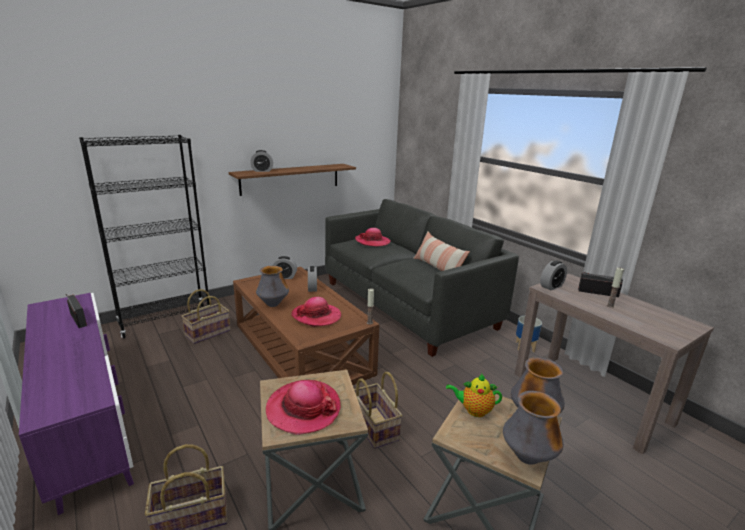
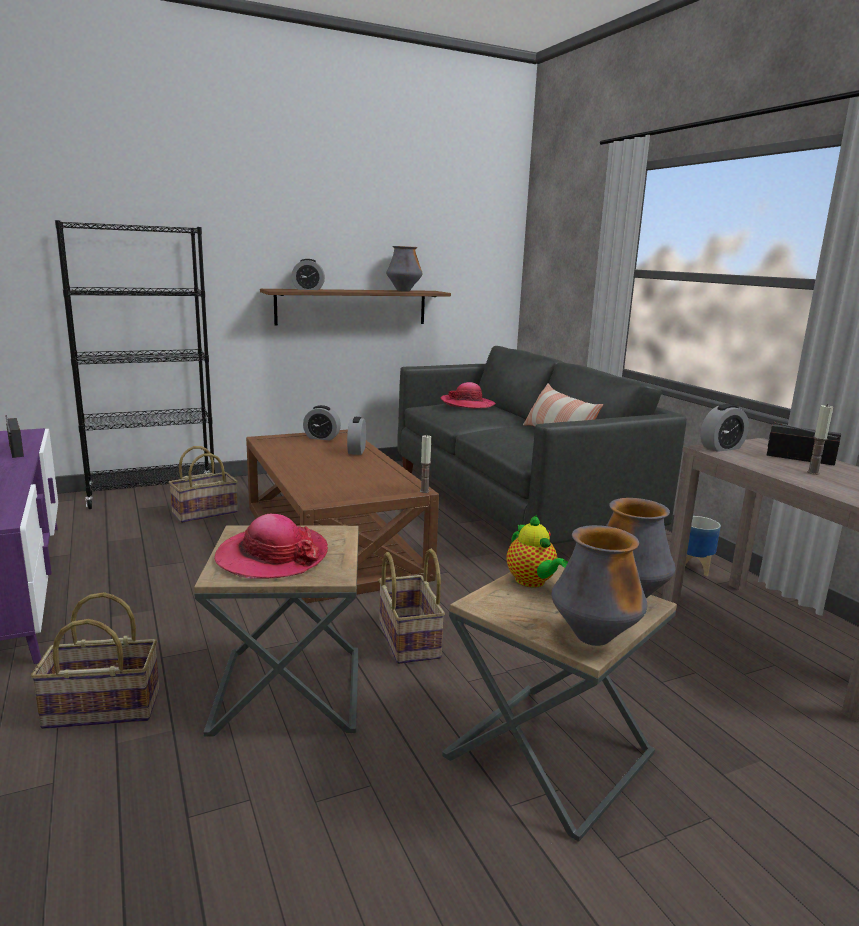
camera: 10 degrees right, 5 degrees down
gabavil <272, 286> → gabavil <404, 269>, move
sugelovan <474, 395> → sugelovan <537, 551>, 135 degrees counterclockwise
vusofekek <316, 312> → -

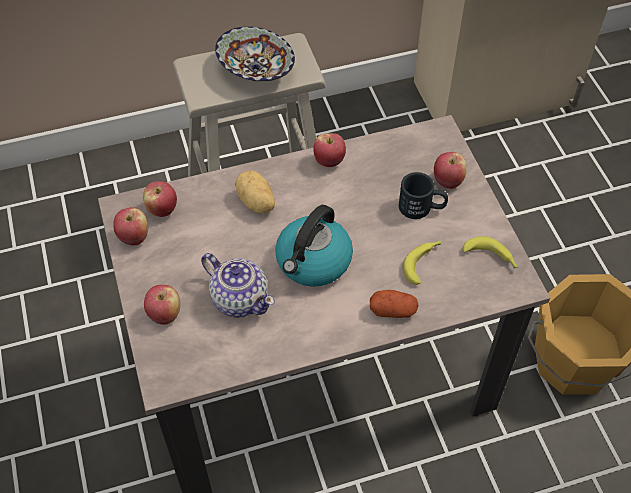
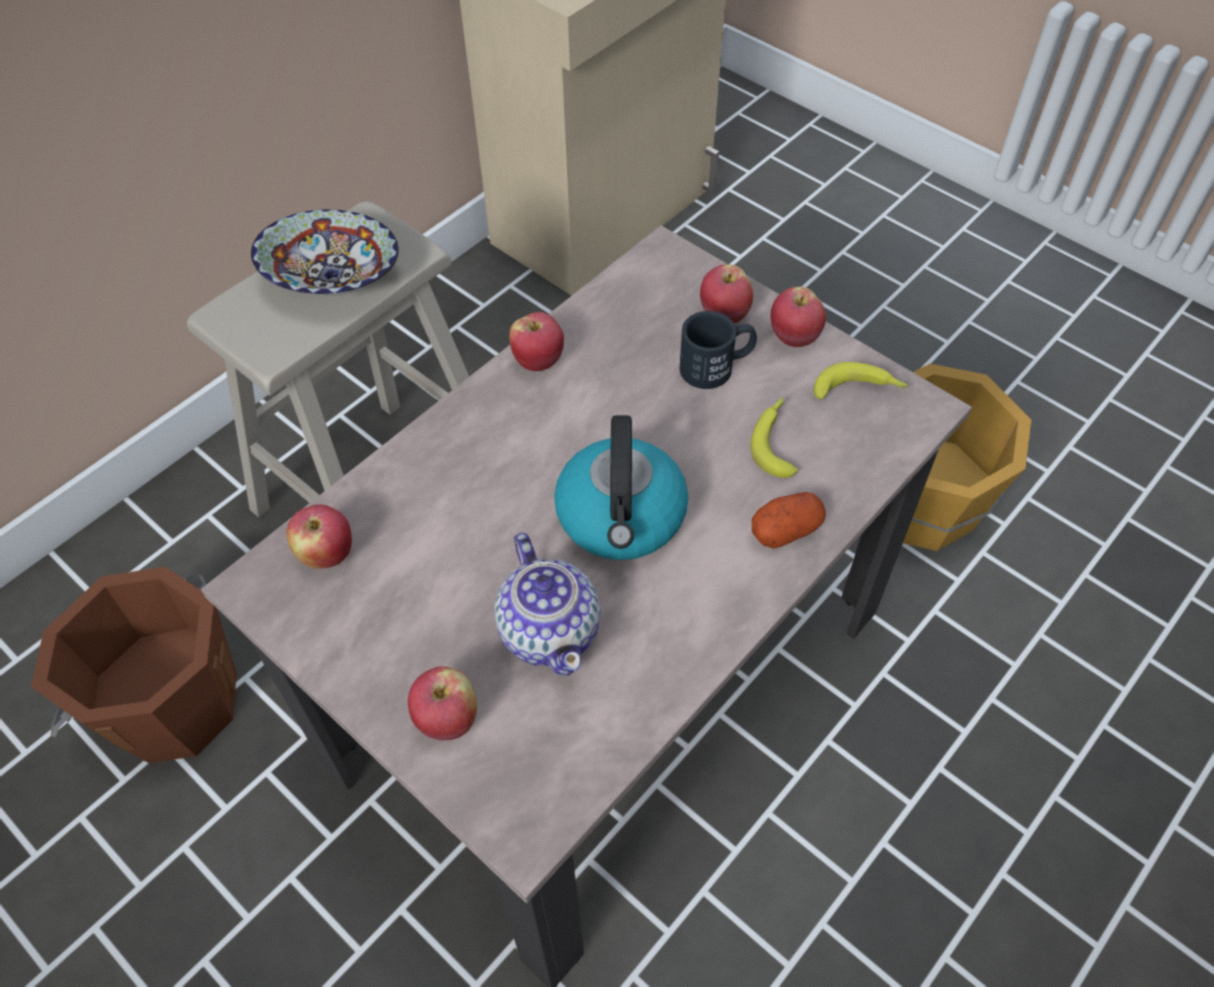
camera: 30 degrees left, 0 degrees up
- → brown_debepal <134, 665>
sugelovan <238, 285> → sugelovan <547, 604>, 60 degrees clockwise
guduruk <130, 226> → guduruk <798, 317>, move
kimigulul <255, 192> → -

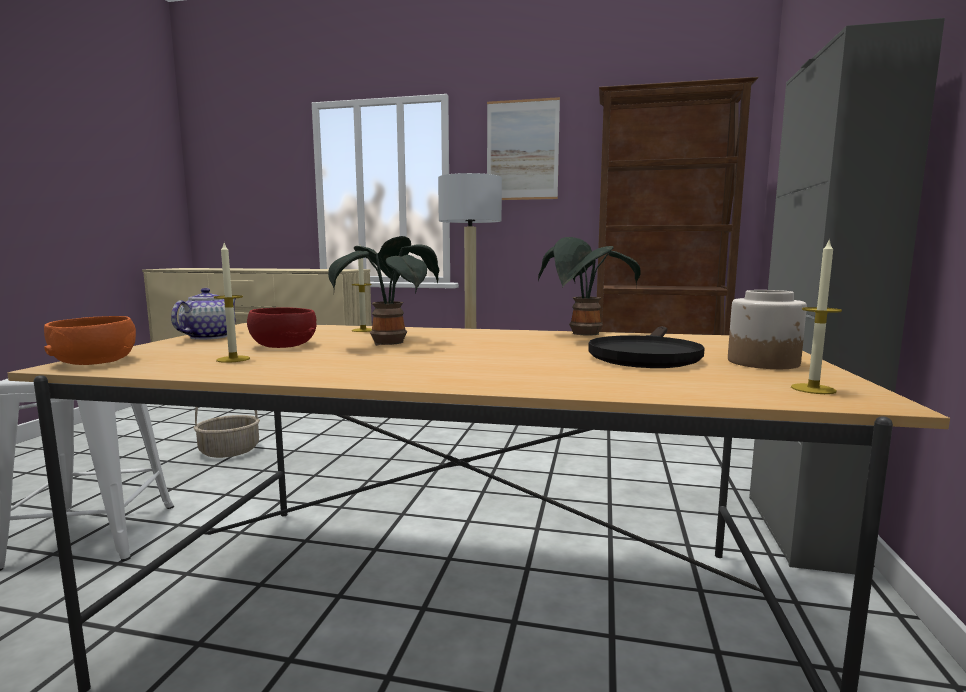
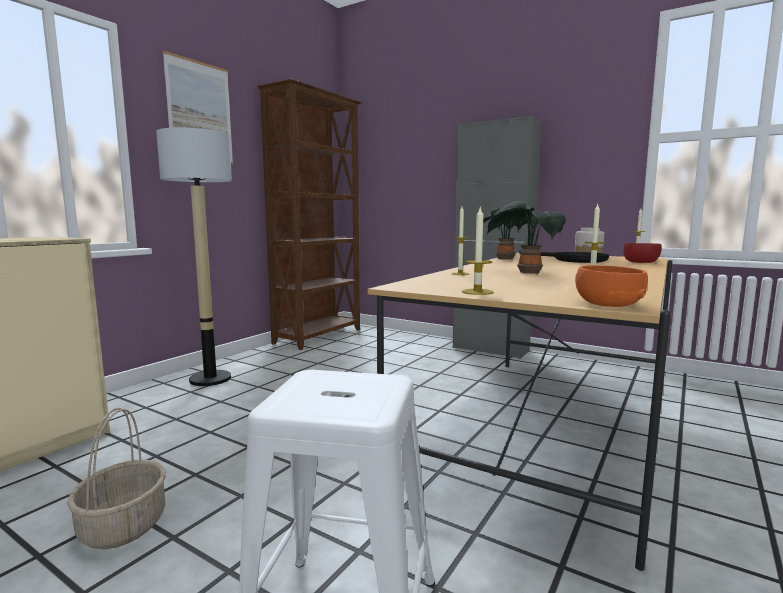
camera: 70 degrees left, 0 degrees up
sugelovan <203, 314> → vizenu <478, 251>
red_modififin <282, 327> → red_modififin <642, 253>, move

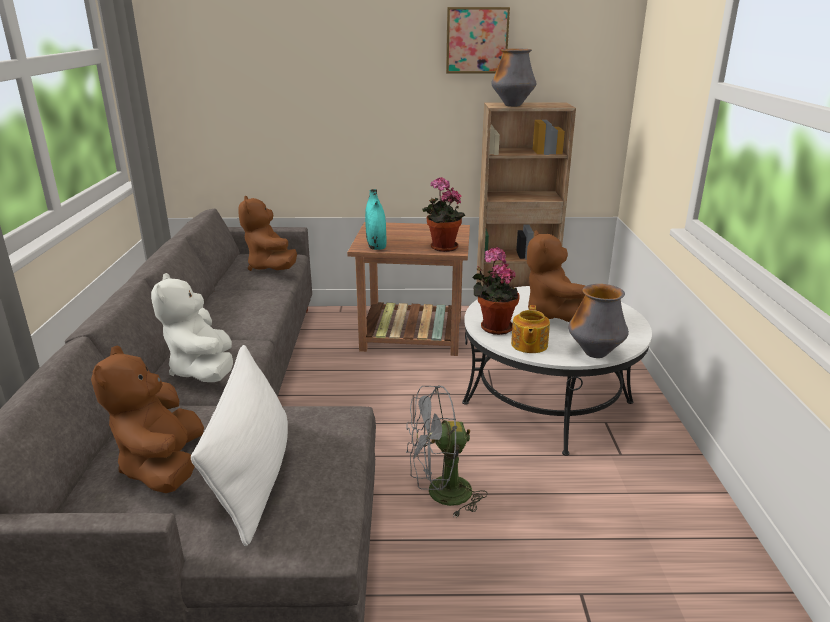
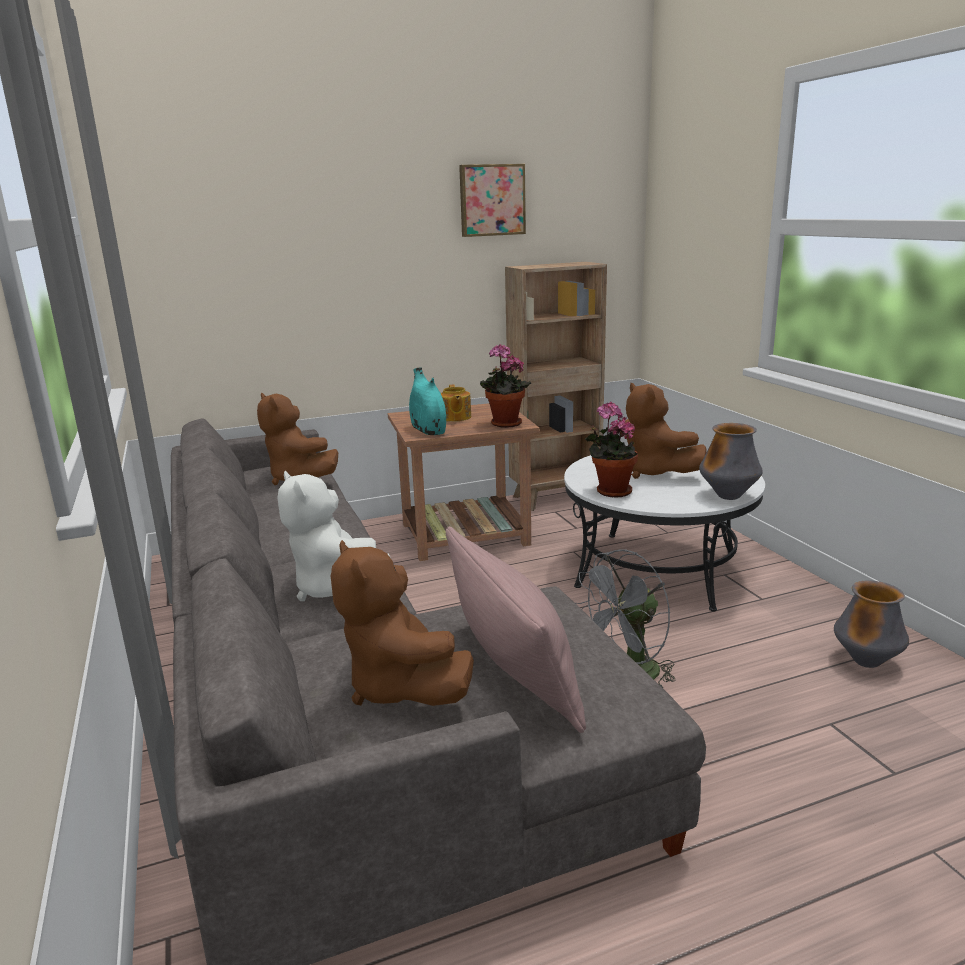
camera: 20 degrees left, 5 degrees down
sugelovan <530, 329> → sugelovan <456, 403>, move
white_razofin <239, 445> → pink_razofin <516, 630>
gabavil <514, 78> → gabavil <871, 624>, move

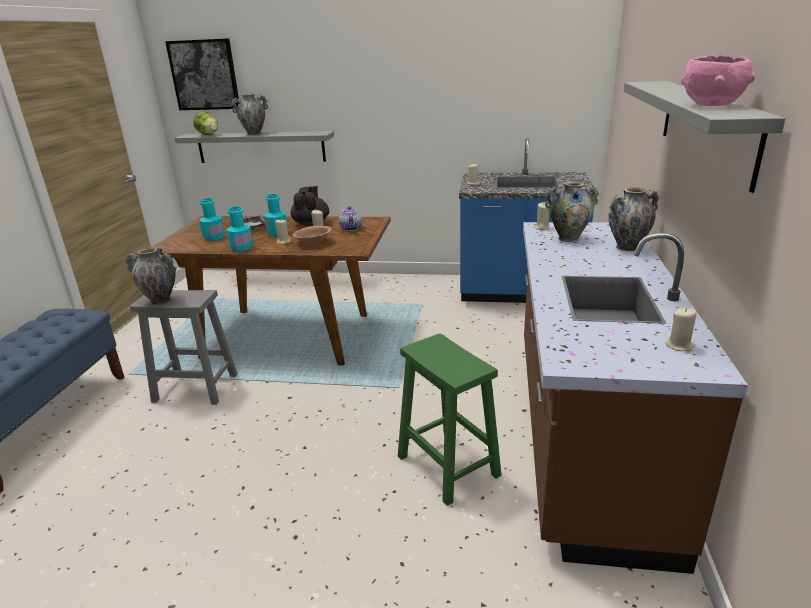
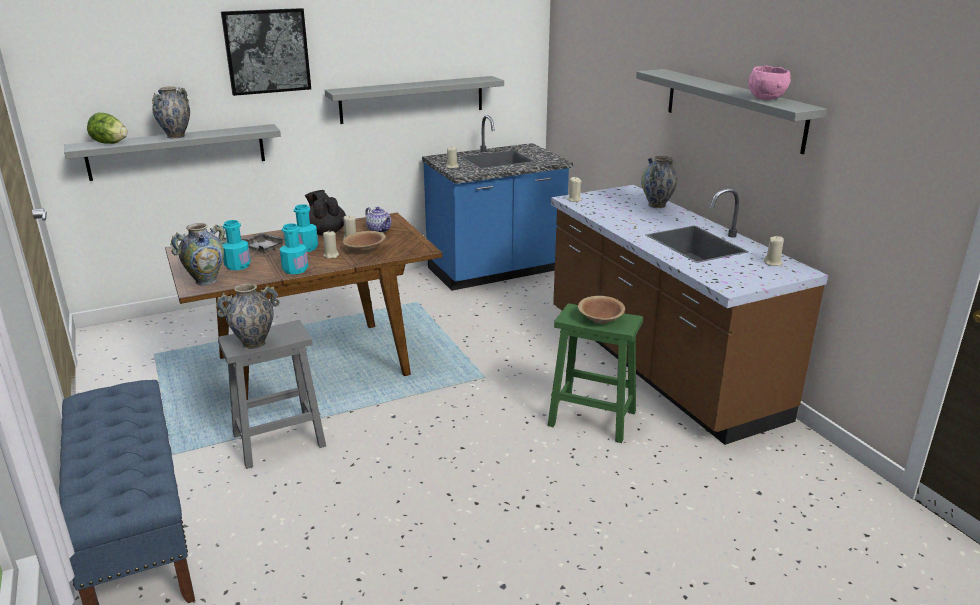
camera: 35 degrees left, 0 degrees up
gabavil <572, 211> → gabavil <198, 254>, move
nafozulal <202, 74> → nafozulal <266, 52>, move
- → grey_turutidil <414, 100>
- → brown_modififin <601, 310>

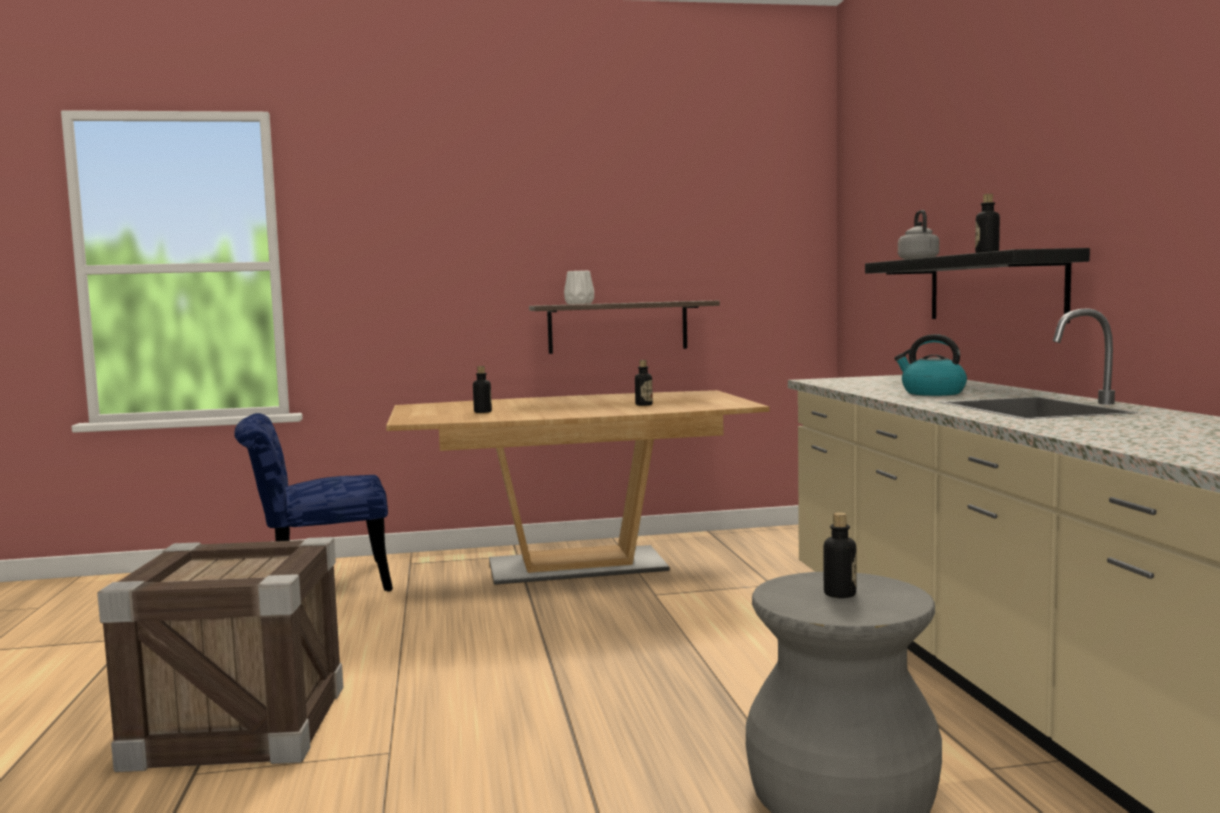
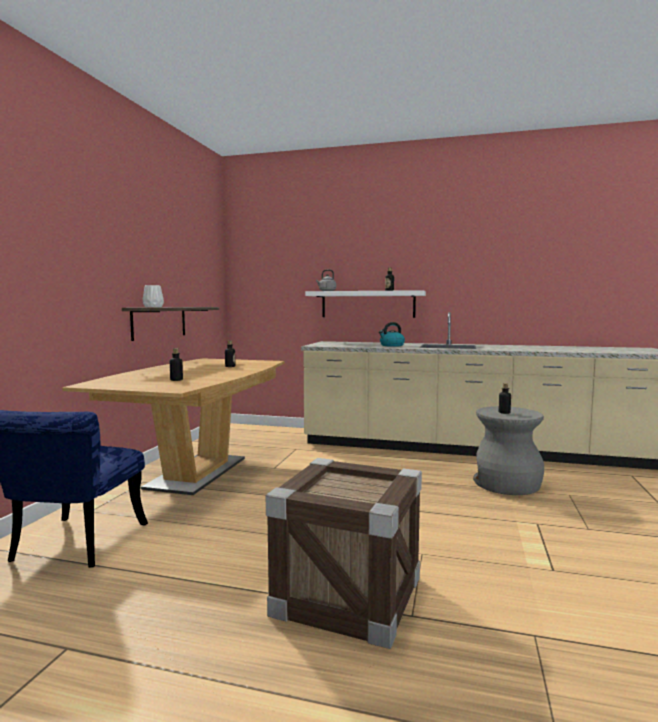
camera: 65 degrees left, 0 degrees up
black_turutidil <977, 285> → white_turutidil <365, 304>

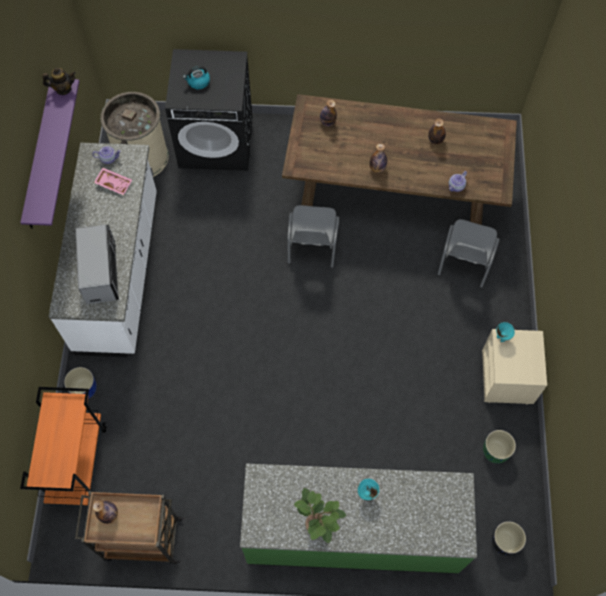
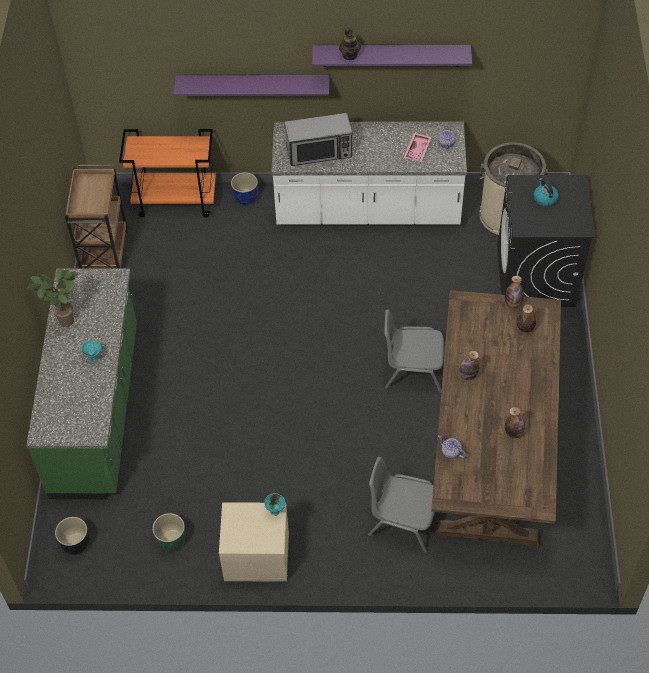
camera: 90 degrees right, 10 degrees down
- → purple_turutidil <251, 85>
sugelovan <59, 81> → sugelovan <350, 44>, move
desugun <105, 512> → desugun <514, 292>, move

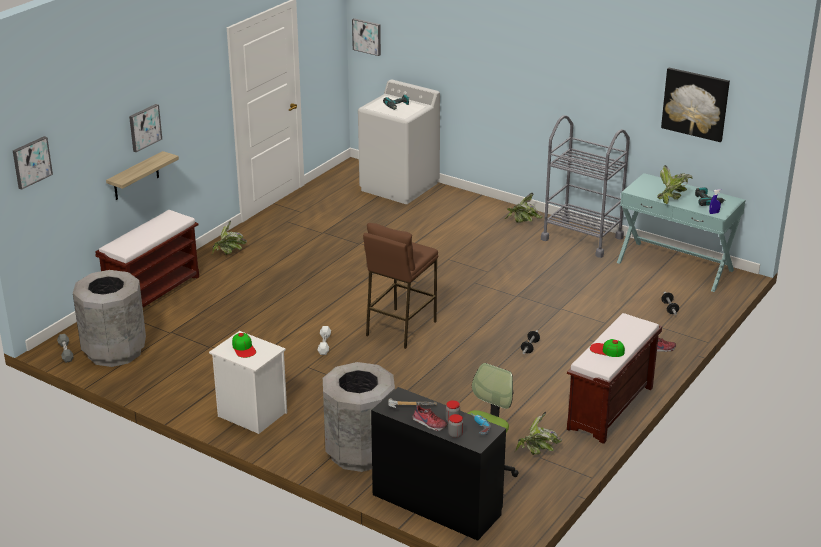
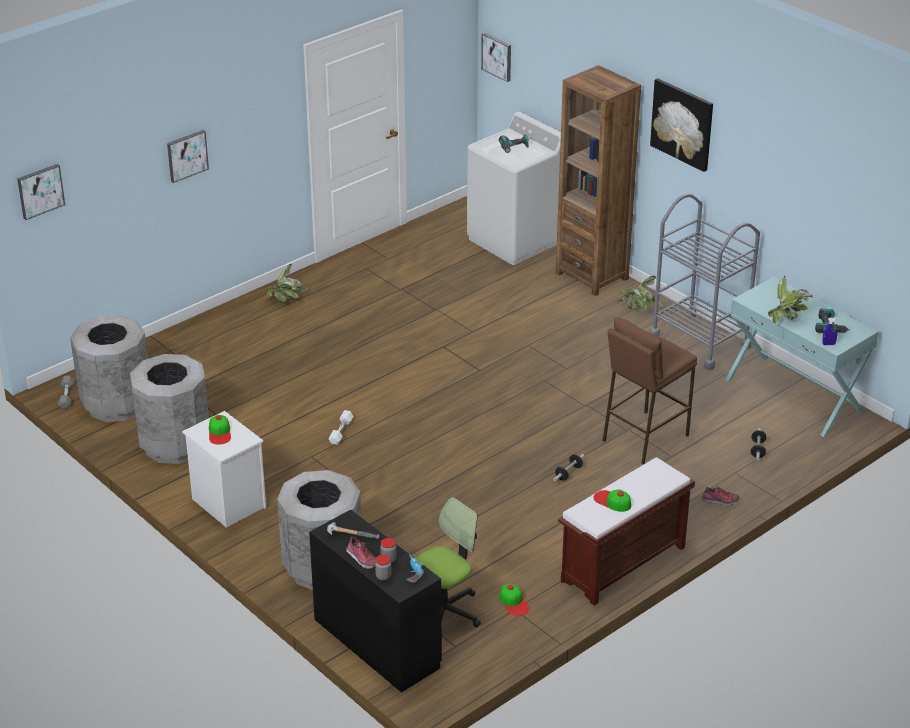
camera: 15 degrees right, 5 degrees up
- → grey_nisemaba <169, 409>
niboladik <538, 433> → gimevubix <515, 600>
- → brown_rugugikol <598, 180>
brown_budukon <400, 286> → brown_budukon <649, 390>, move
nafozulal <695, 105> → nafozulal <681, 125>, move
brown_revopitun <147, 258> → -
turutidil <142, 175> → -

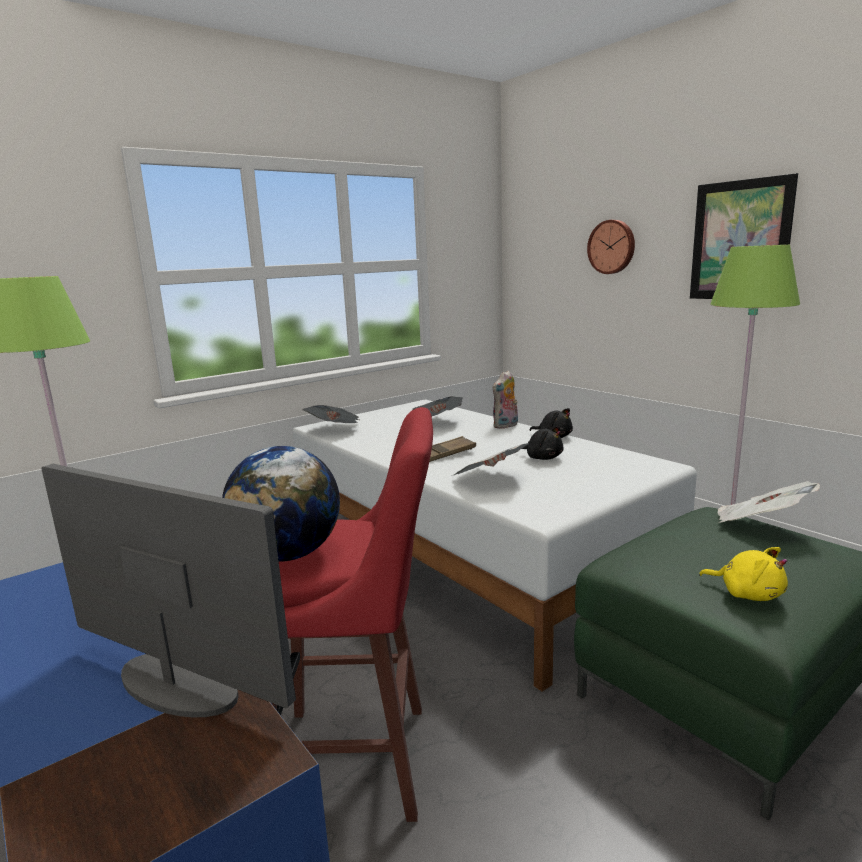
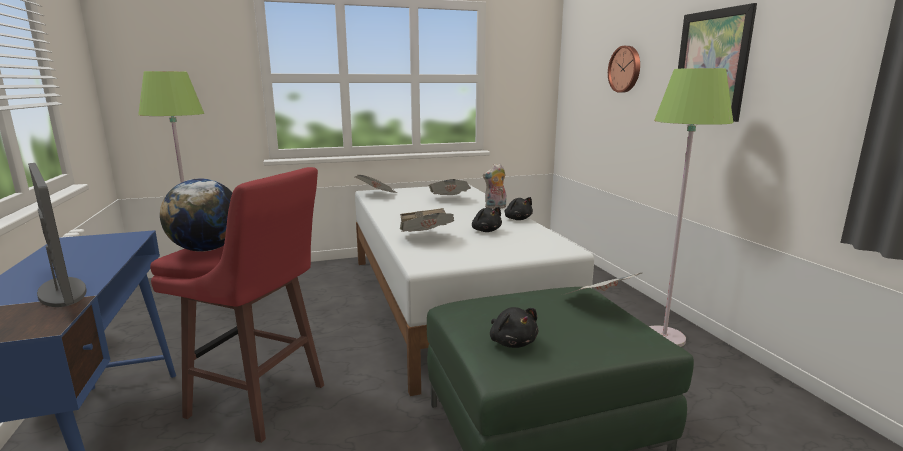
camera: 20 degrees right, 0 degrees up
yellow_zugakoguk <743, 574> → black_zugakoguk <514, 327>

